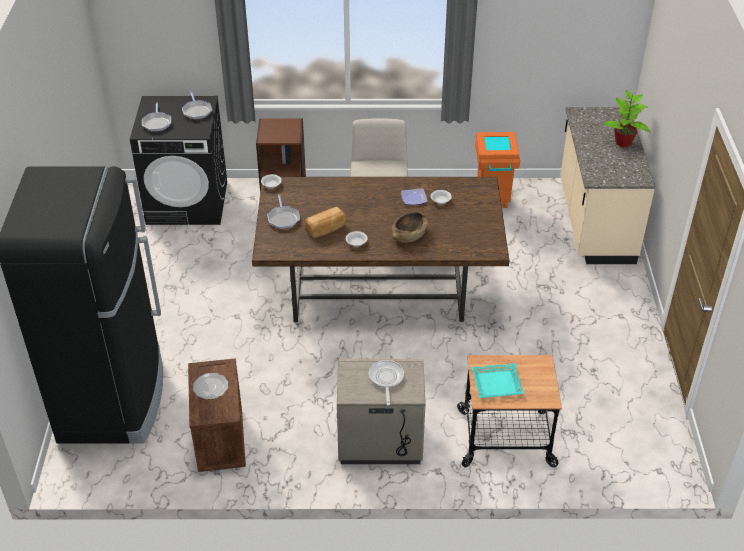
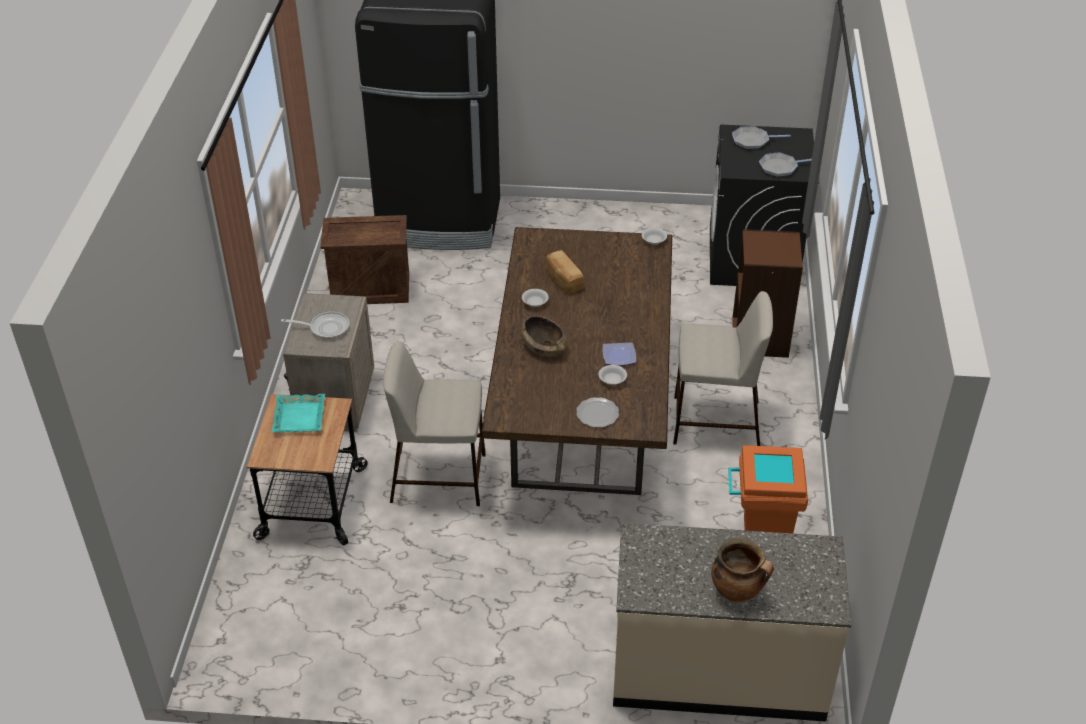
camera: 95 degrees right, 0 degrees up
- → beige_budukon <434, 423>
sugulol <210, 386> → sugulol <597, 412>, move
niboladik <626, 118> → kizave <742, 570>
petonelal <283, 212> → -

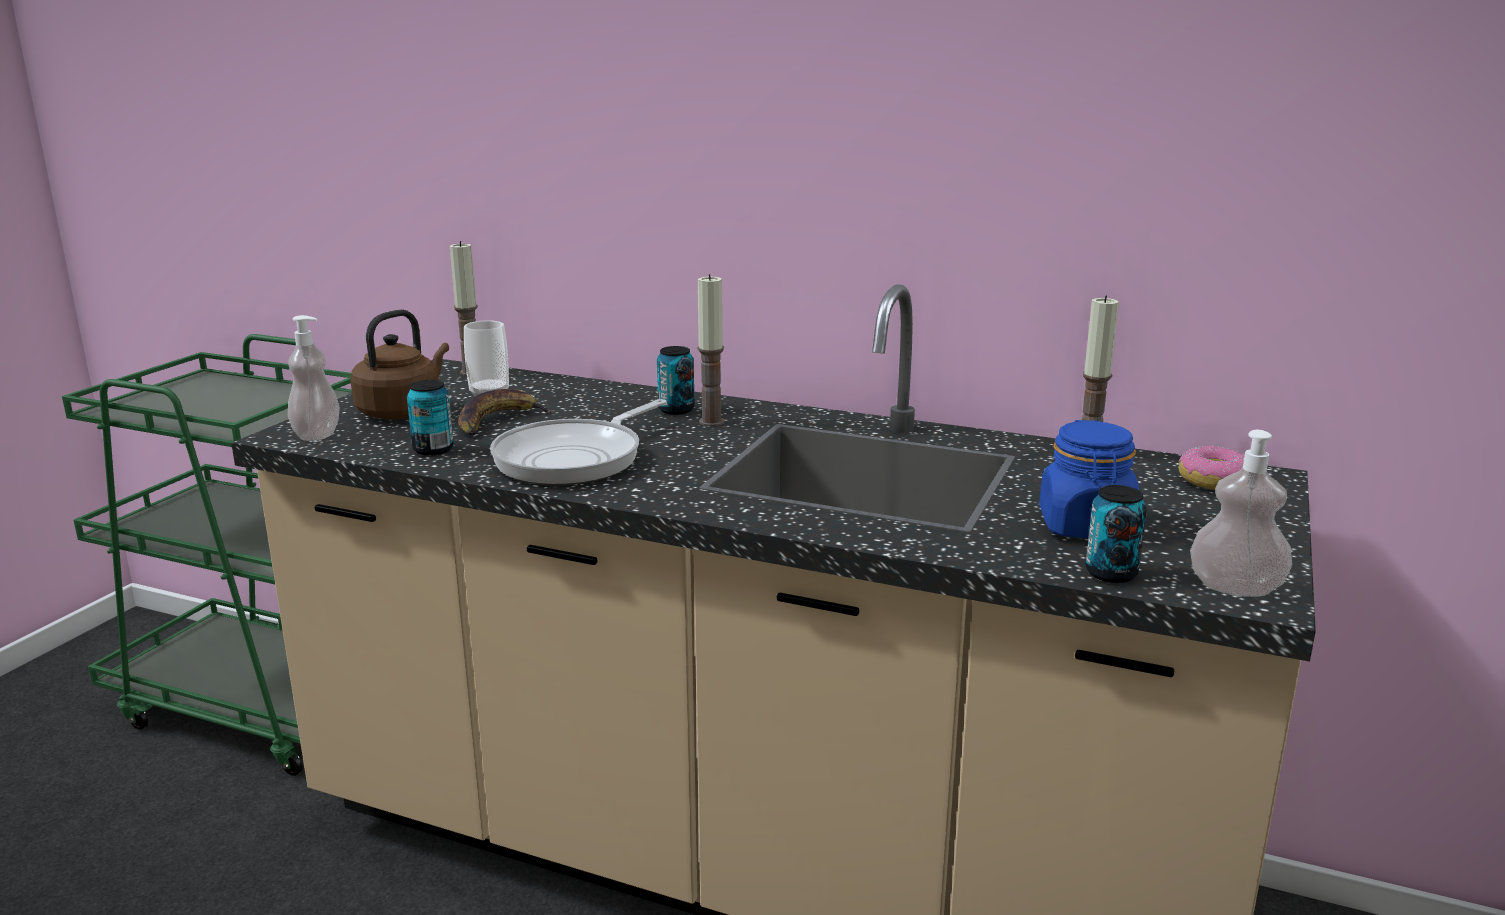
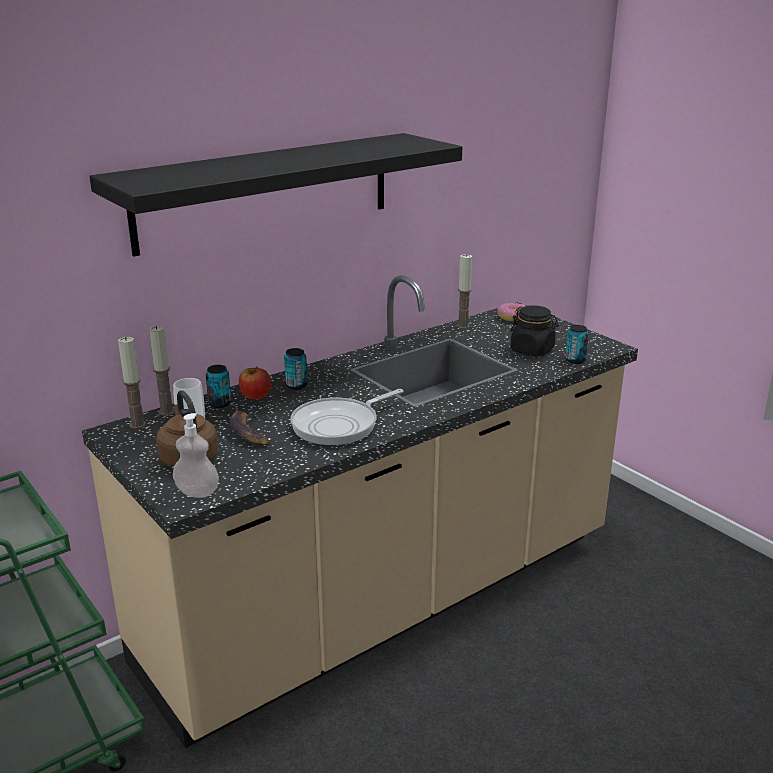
camera: 60 degrees left, 5 degrees up
- → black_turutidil <275, 195>
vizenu <710, 350> → vizenu <161, 371>, move
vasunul <430, 418> → vasunul <218, 386>, move
- → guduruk <255, 382>
petonelal <578, 442> → petonelal <347, 417>, 75 degrees clockwise
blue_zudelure <1089, 479> → black_zudelure <535, 331>
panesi <1241, 513> → -

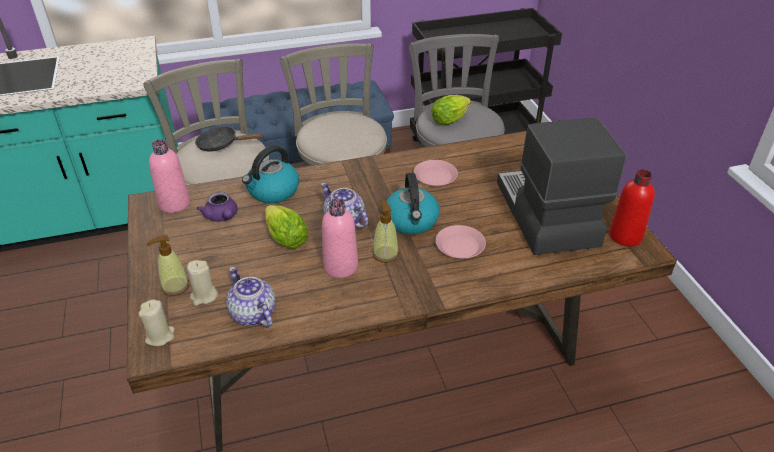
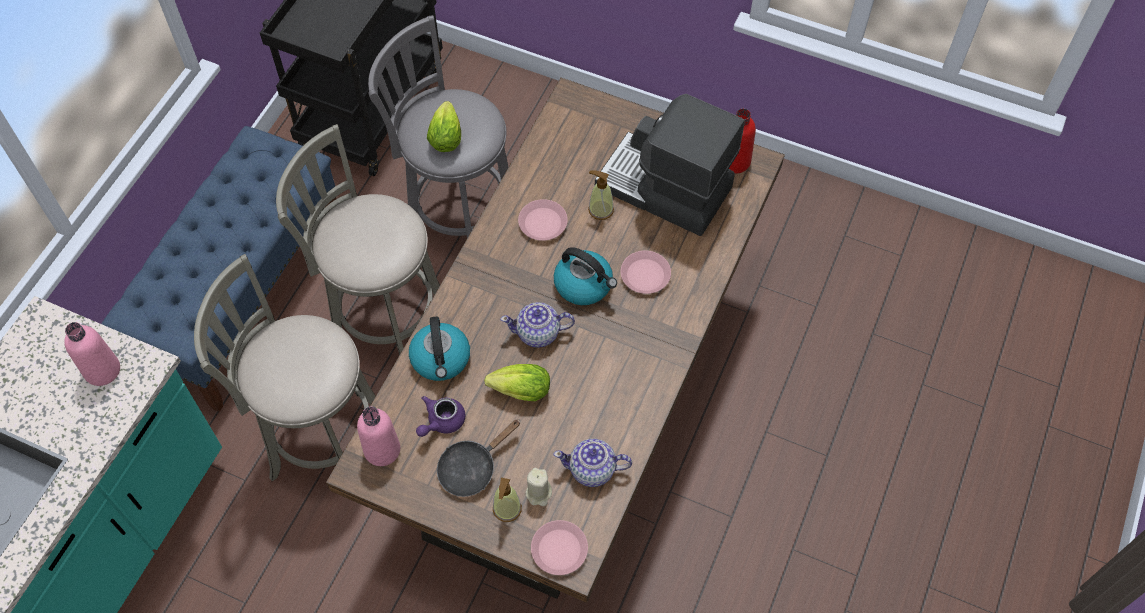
camera: 50 degrees left, 20 degrees up
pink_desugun <340, 238> → pink_desugun <92, 354>, move
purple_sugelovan <217, 207> → purple_sugelovan <440, 416>, 120 degrees clockwise
black_petonelal <229, 139> → black_petonelal <478, 458>, move
beige_vizenu <157, 322> → pink_sugulol <559, 547>
panesi <386, 231> → panesi <601, 195>, move

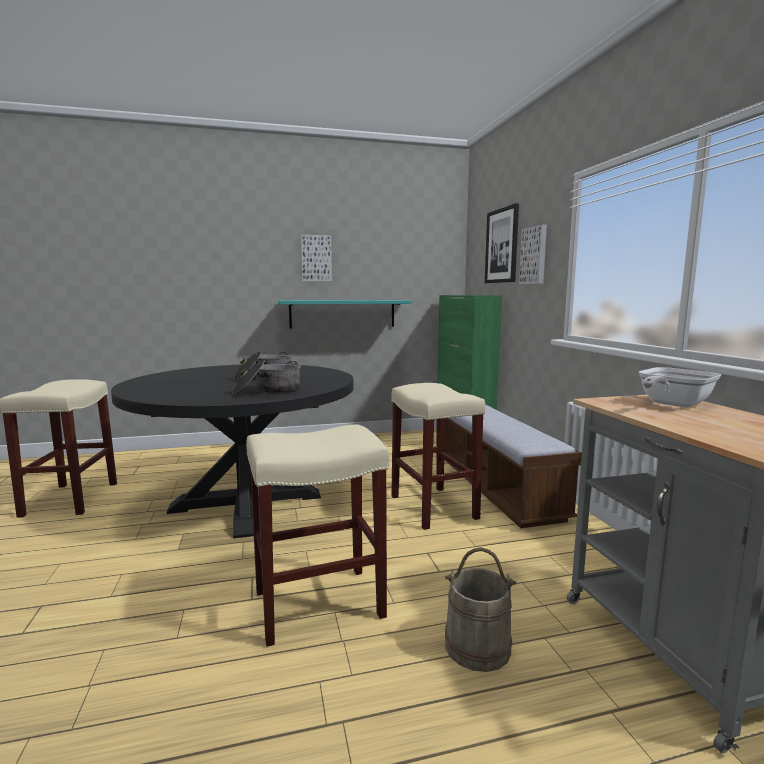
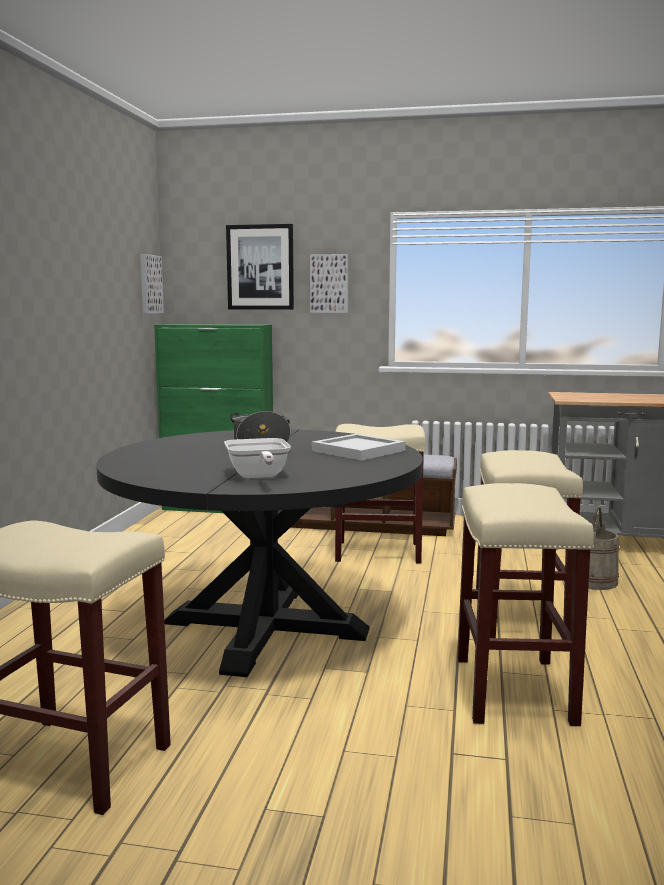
camera: 65 degrees left, 0 degrees up
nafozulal <316, 258> → nafozulal <152, 284>, move
petonelal <680, 387> → petonelal <257, 458>, move
kizave <266, 377> → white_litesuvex <359, 447>
- → beige_budukon <526, 604>
turquoise_turutidil <345, 314> → -

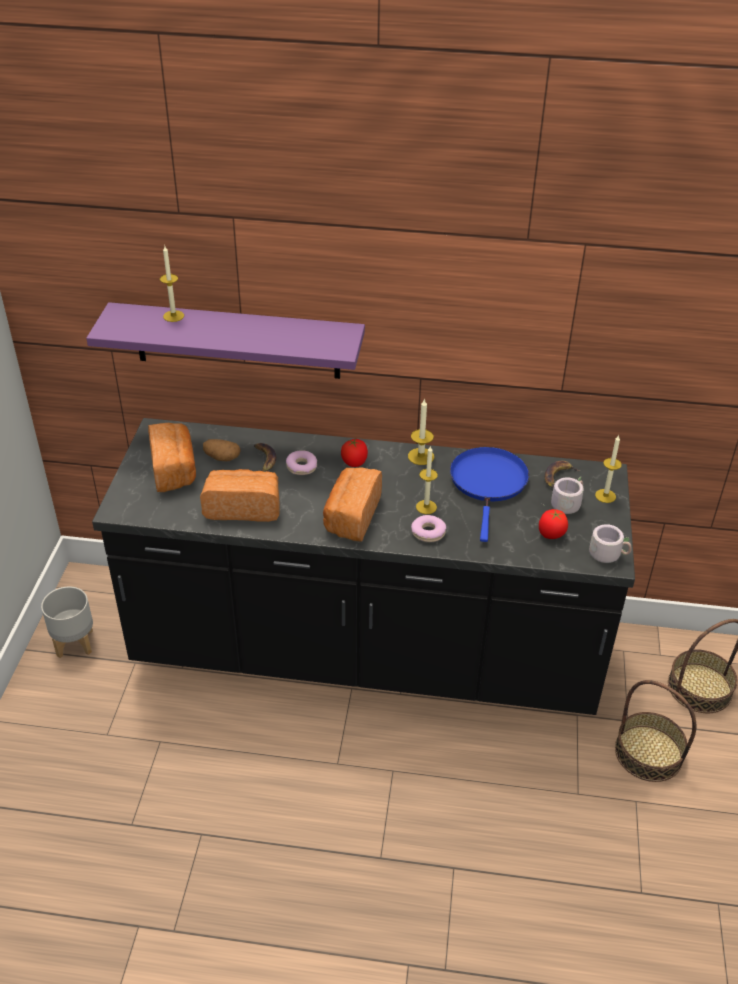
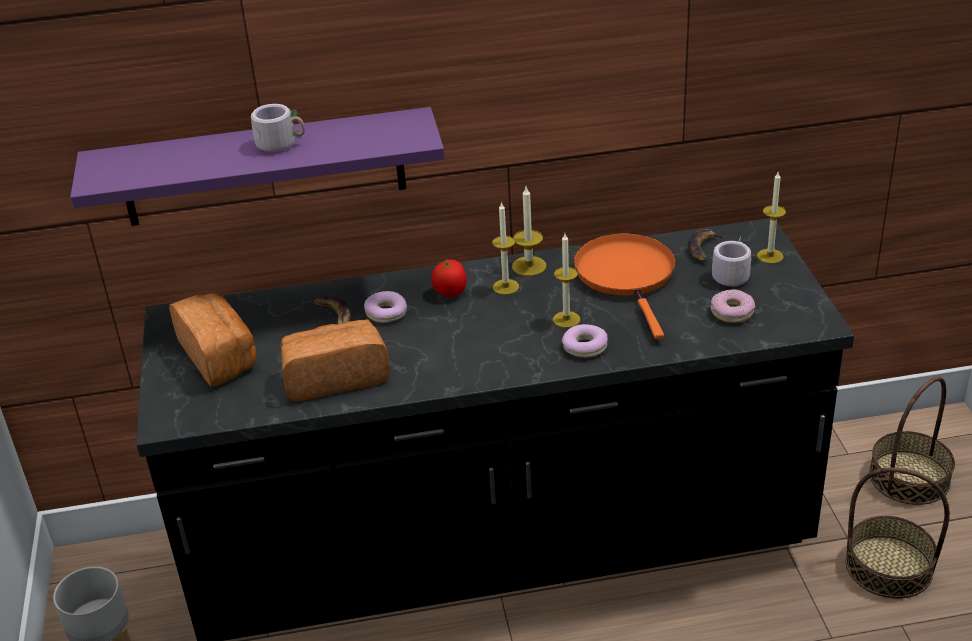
camera: 15 degrees left, 5 degrees down
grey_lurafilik <610, 543> → grey_lurafilik <278, 128>, move
vizenu <172, 284> → vizenu <505, 248>, move
blue_petonelal <489, 494> → orange_petonelal <624, 286>
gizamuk <553, 524> → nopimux <732, 306>
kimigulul <222, 450> → -
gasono <352, 504> → -

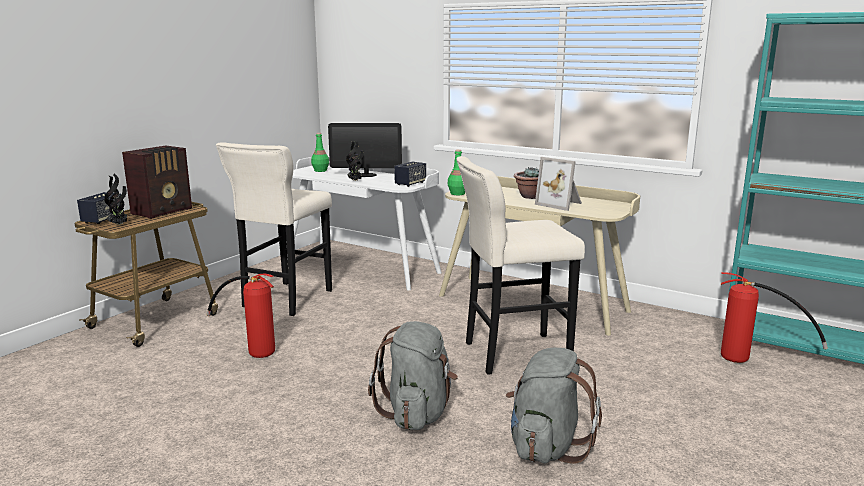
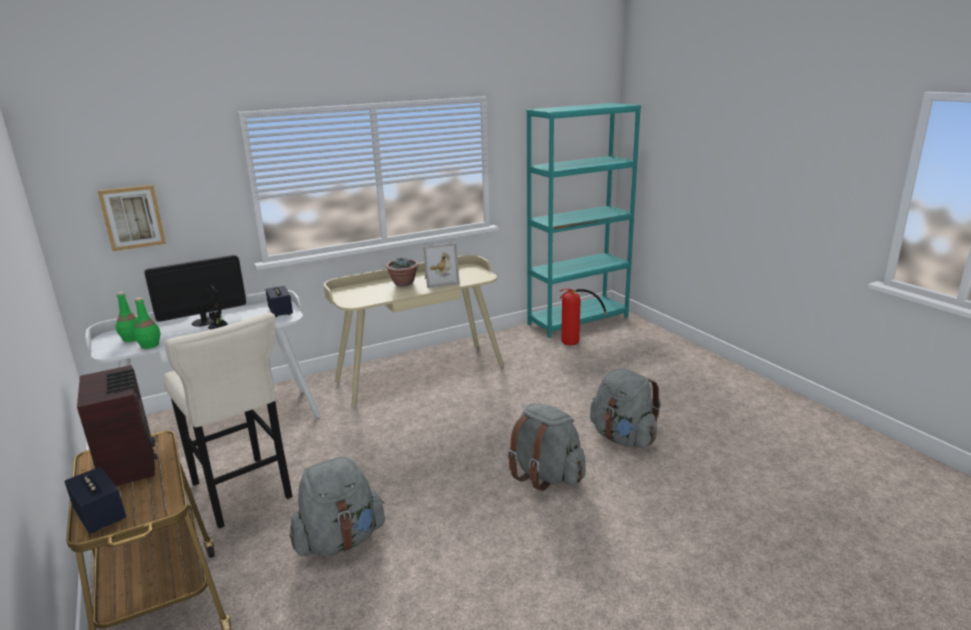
camera: 60 degrees left, 5 degrees up
- → nafozulal <131, 218>
green_desugun <456, 172> → green_desugun <147, 323>, move
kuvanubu <365, 150> → kuvanubu <195, 291>, 150 degrees counterclockwise
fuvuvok <241, 315> → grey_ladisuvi <337, 507>
niboladik <116, 199> → -
beige_budukon <520, 265> → -

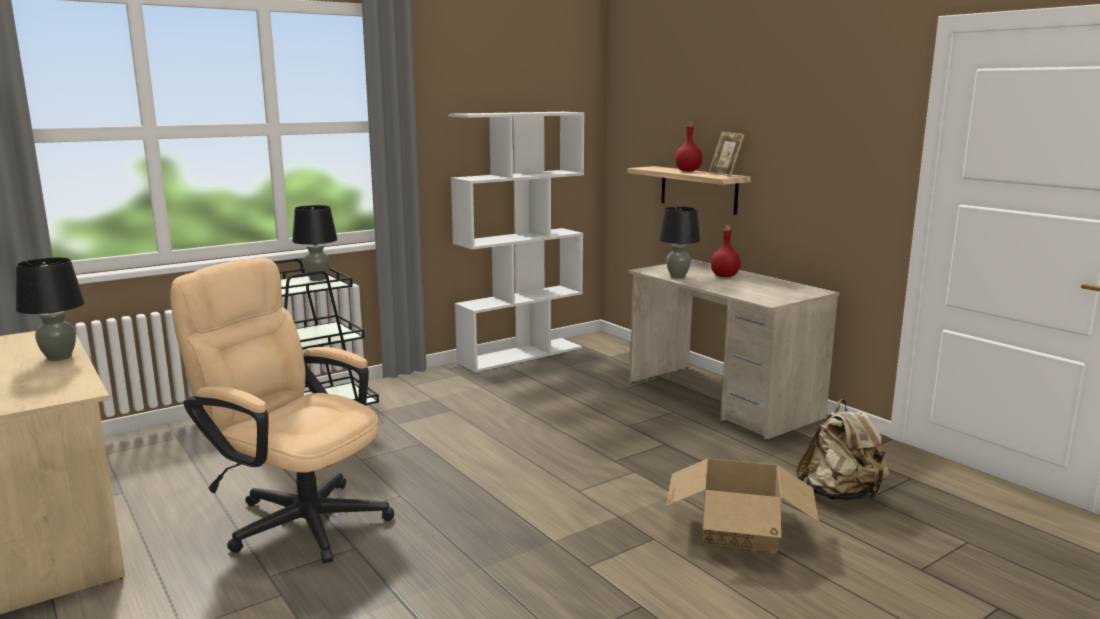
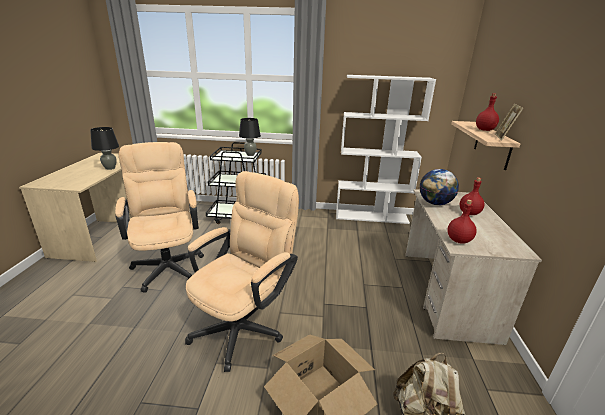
camera: 40 degrees right, 10 degrees up
- → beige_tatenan <242, 271>
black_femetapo <679, 242> → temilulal <439, 187>
- → red_desugun <462, 222>

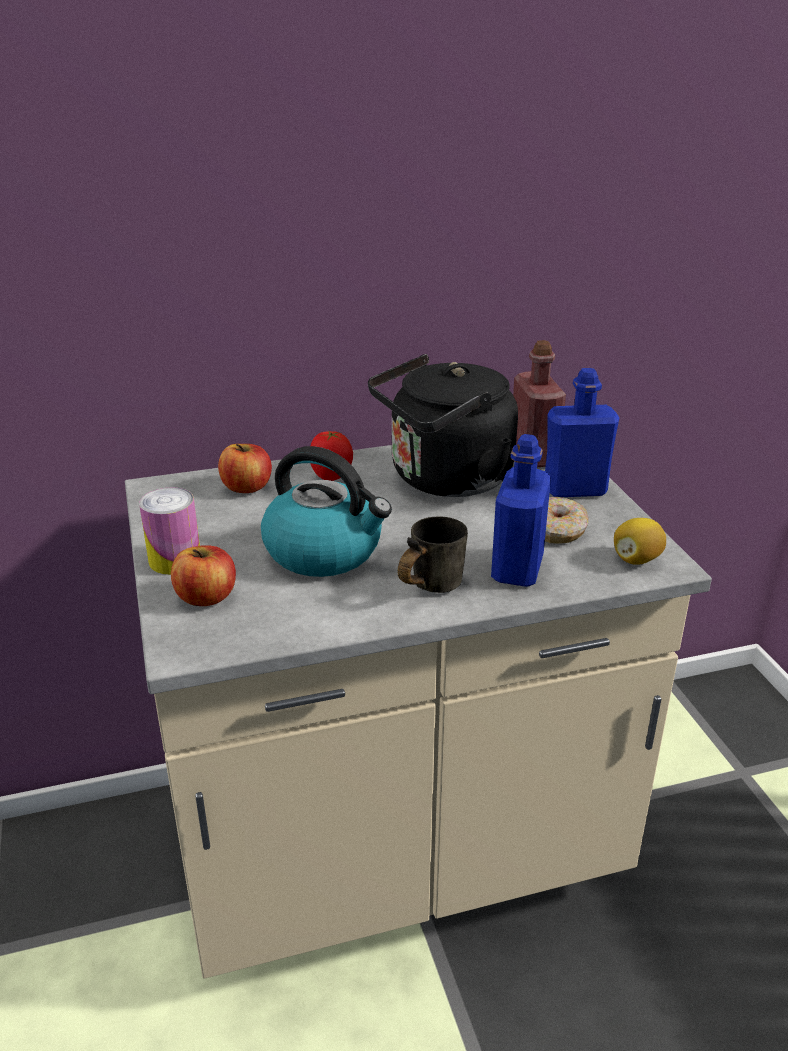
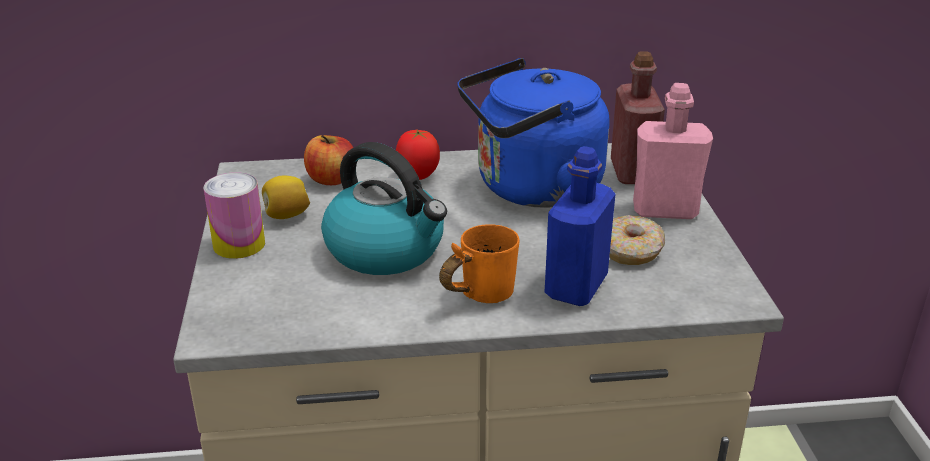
camera: 10 degrees right, 0 degrees up
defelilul <640, 541> → defelilul <286, 197>, move
grey_lurafilik <432, 555> → orange_lurafilik <479, 263>
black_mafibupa <443, 425> → blue_mafibupa <533, 132>
blue_desugun <582, 432> → pink_desugun <673, 151>
guduruk <203, 575> → -

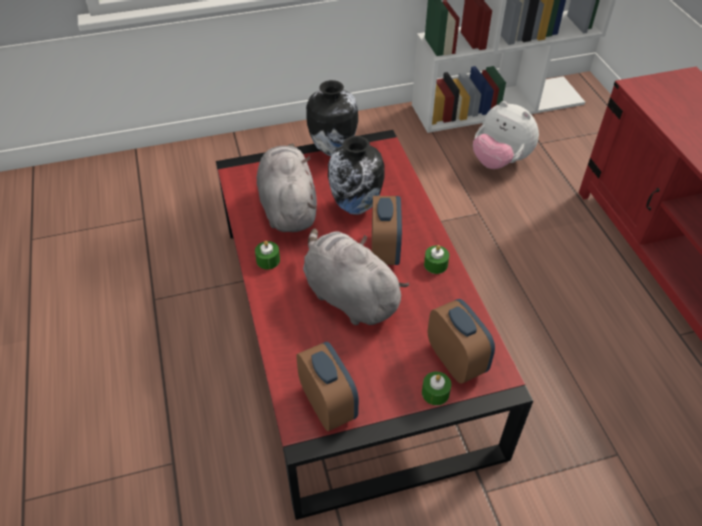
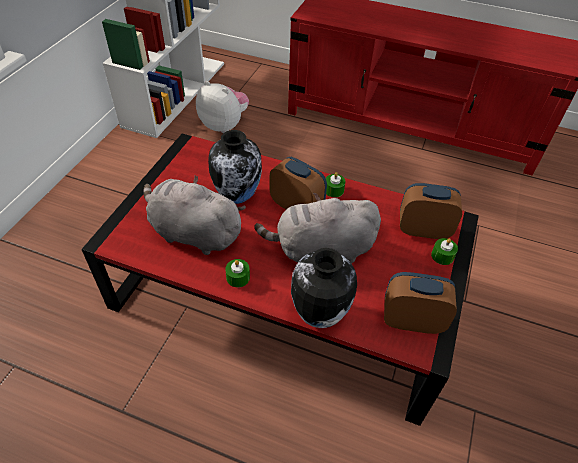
camera: 55 degrees left, 0 degrees up
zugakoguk <506, 135> → zugakoguk <222, 107>, 135 degrees counterclockwise
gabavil <332, 118> → gabavil <324, 288>, move

